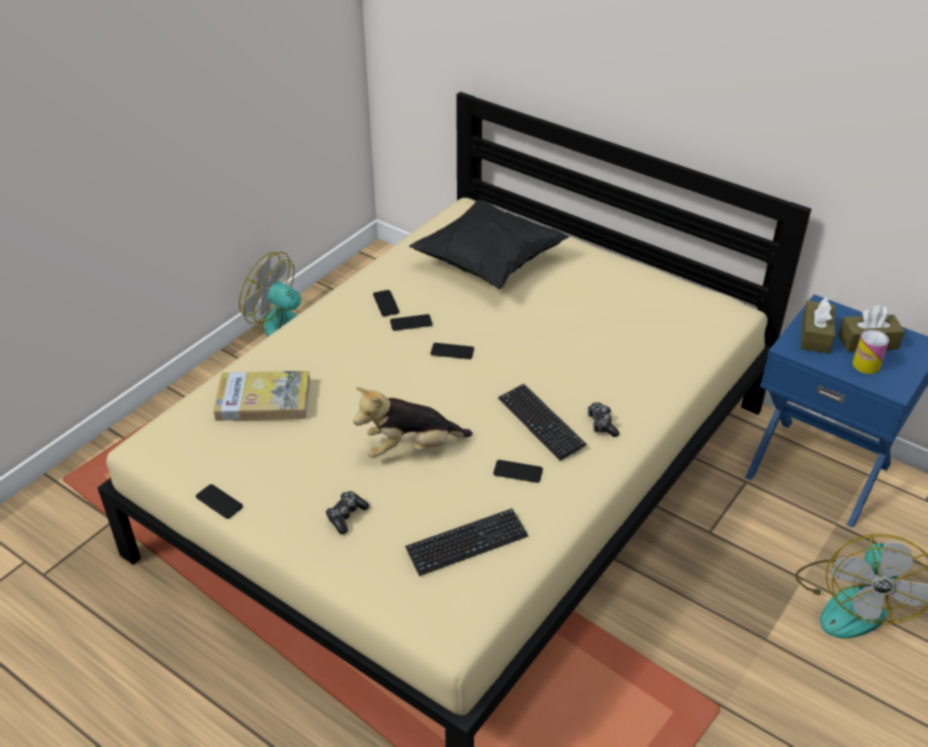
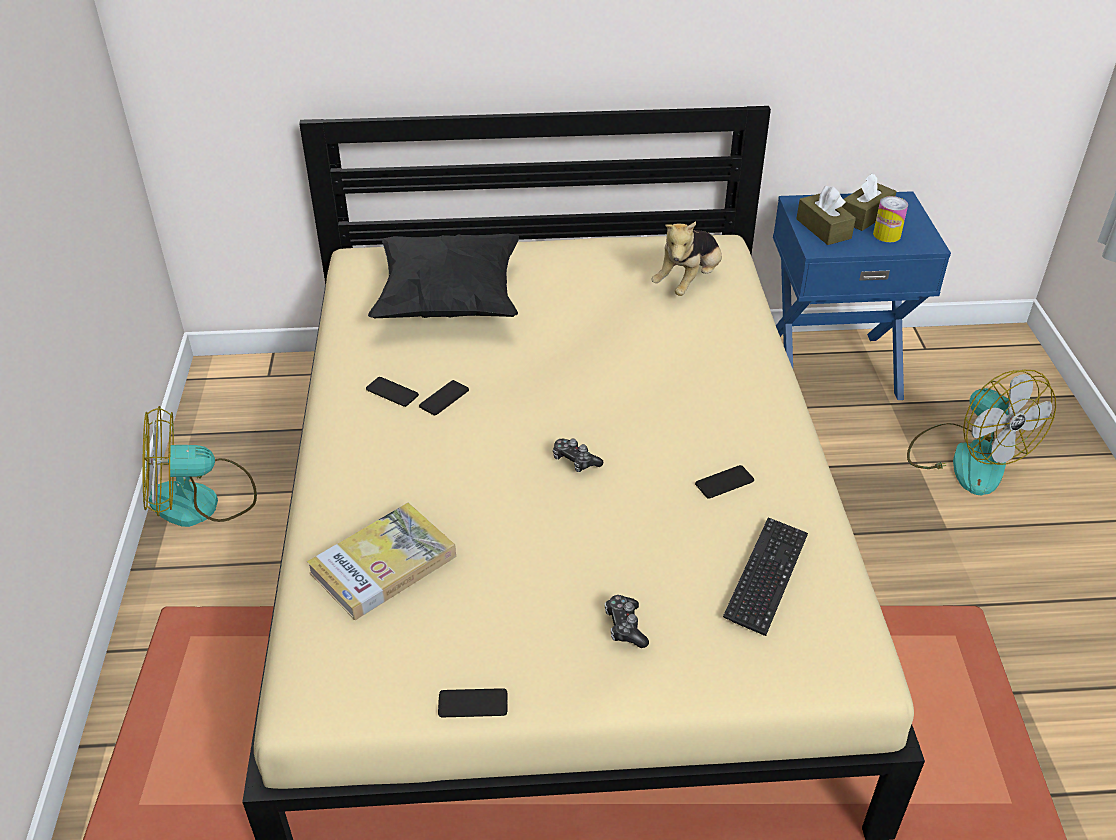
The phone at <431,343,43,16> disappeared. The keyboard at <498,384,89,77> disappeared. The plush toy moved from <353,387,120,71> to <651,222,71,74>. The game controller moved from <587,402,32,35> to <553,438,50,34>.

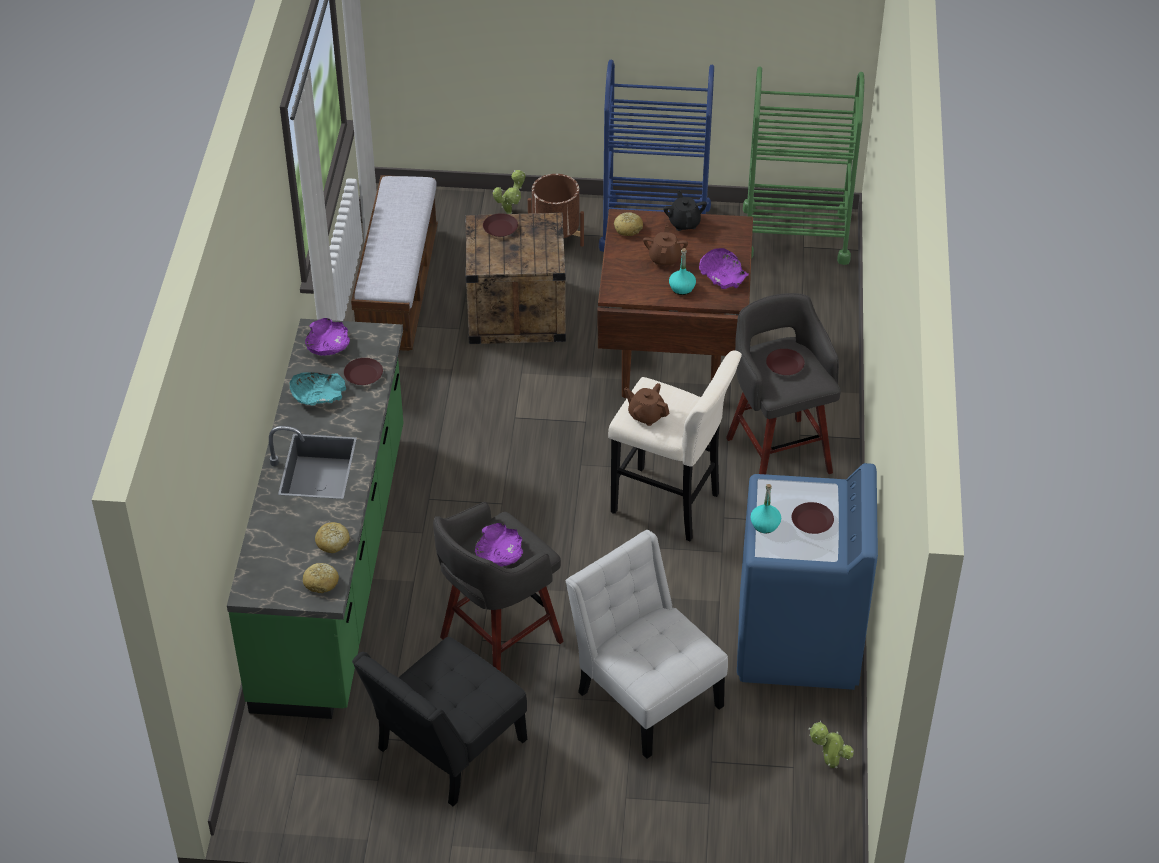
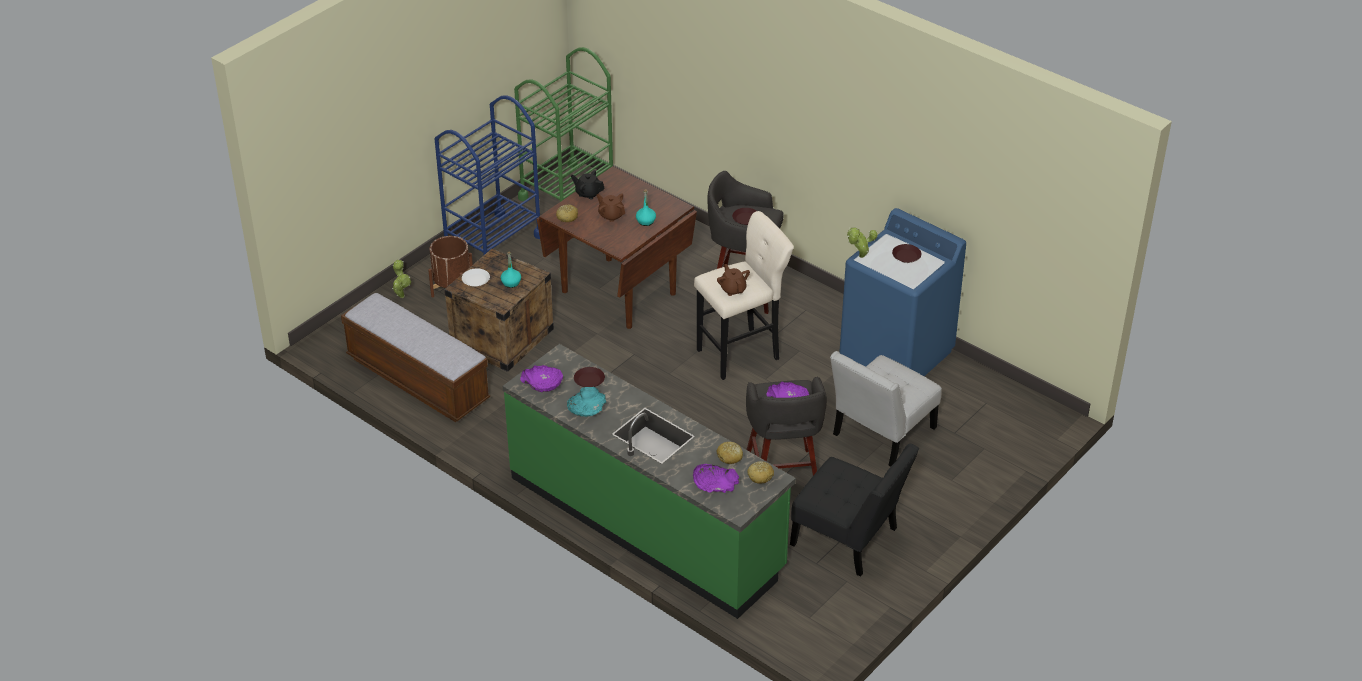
The purple bowl moved from <699,248,50,41> to <693,464,46,29>. The turquoise bottle moved from <750,484,31,50> to <501,252,20,36>. The potted plant moved from <809,721,45,47> to <847,228,30,30>. The brown plate at <483,213,35,24> became the white plate at <462,268,28,19>. The black chair at <352,637,175,169> turned 45 degrees counterclockwise. The white chair at <566,530,162,229> turned 45 degrees counterclockwise. The brown teapot at <624,383,46,43> turned 90 degrees clockwise.

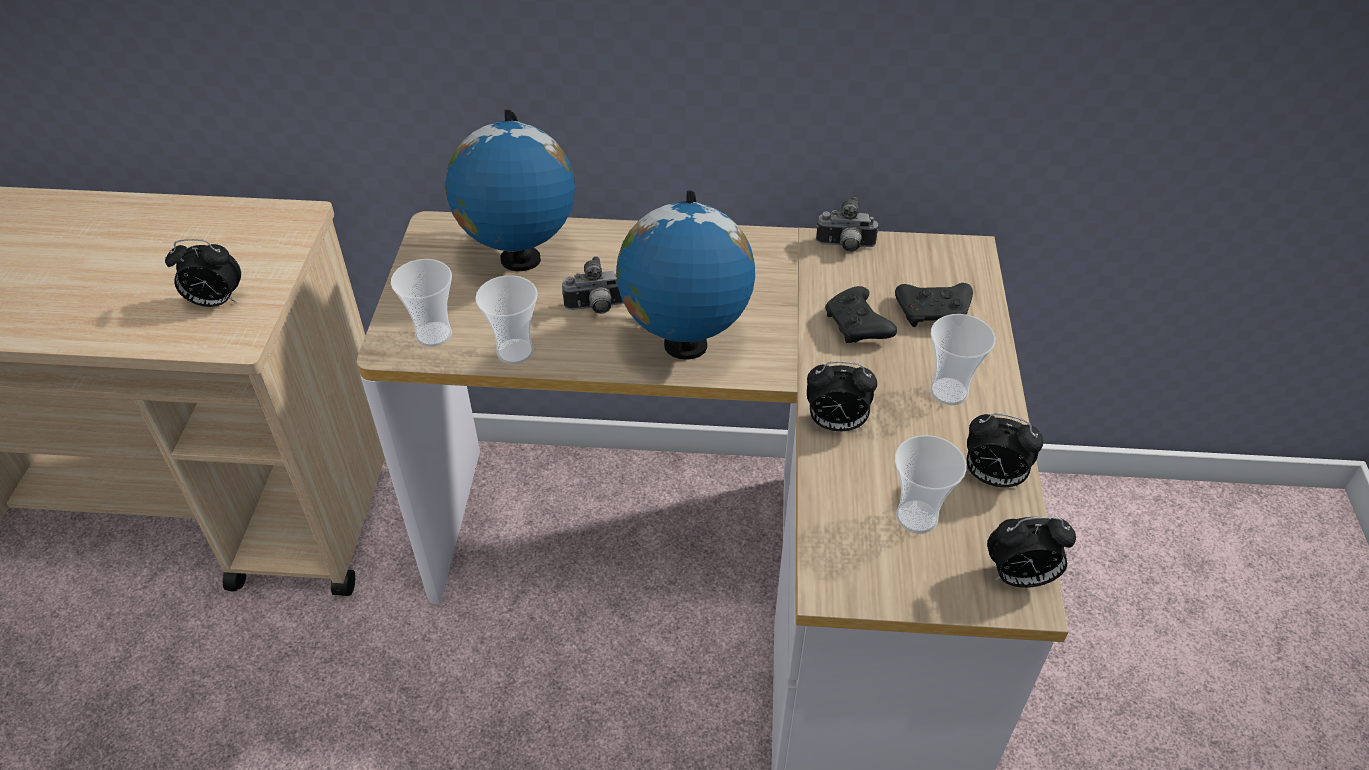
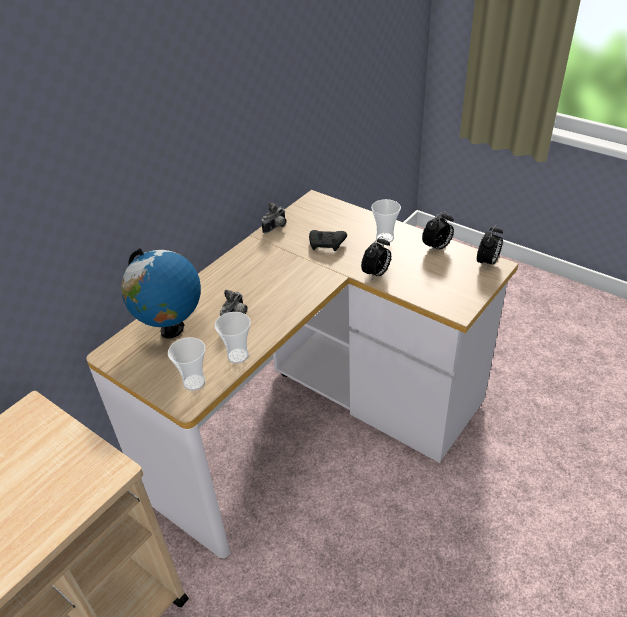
The alarm clock at <165,239,76,68> disappeared. The globe at <616,191,139,169> disappeared. The black game controller at <895,283,78,44> disappeared. The cup at <895,435,72,99> disappeared.

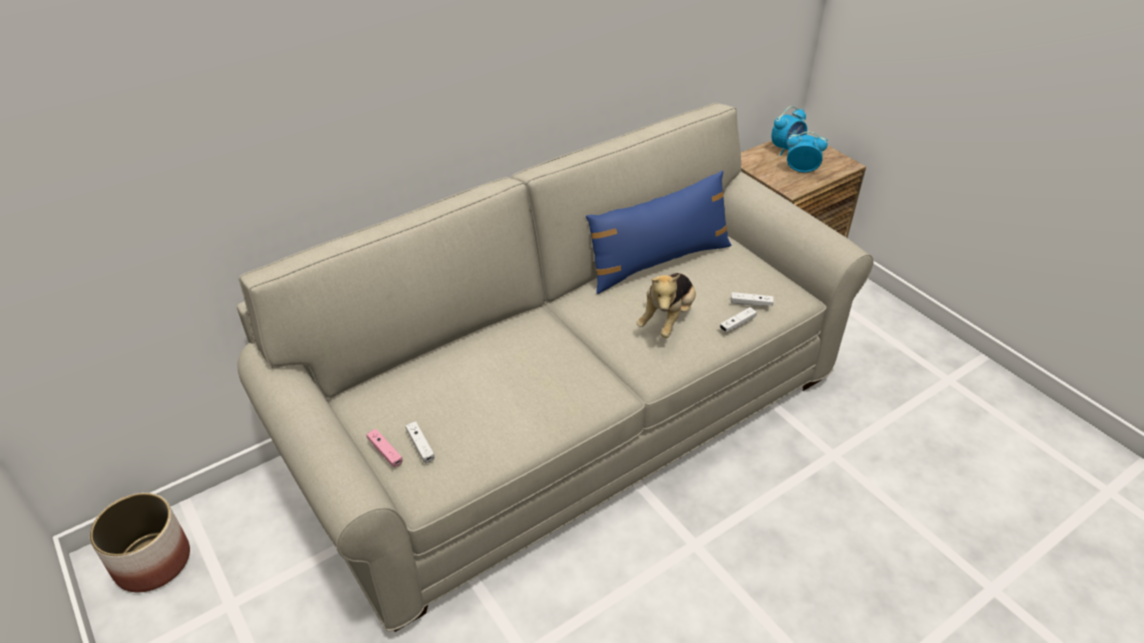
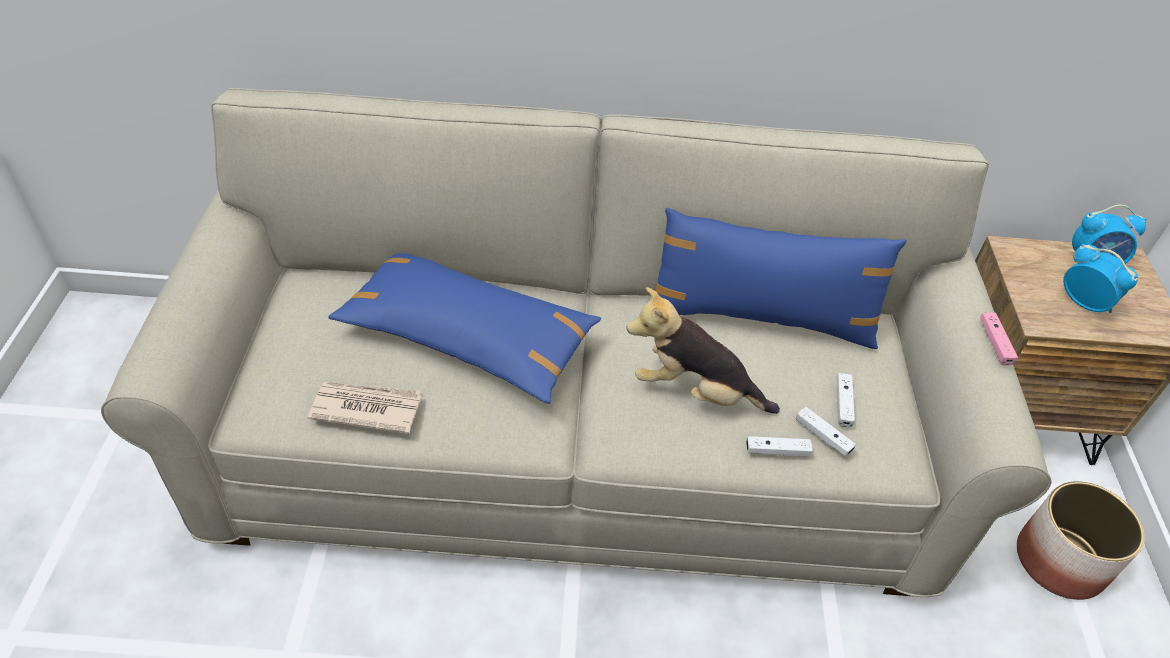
The newspaper at <308,382,114,52> appeared. The blue pillow at <328,253,273,151> appeared. The planter moved from <90,493,100,99> to <1017,481,128,119>. The pink game controller moved from <366,429,37,39> to <980,313,38,52>. The white game controller moved from <406,421,29,42> to <836,373,19,55>. The plush toy at <636,273,60,65> turned 45 degrees clockwise.

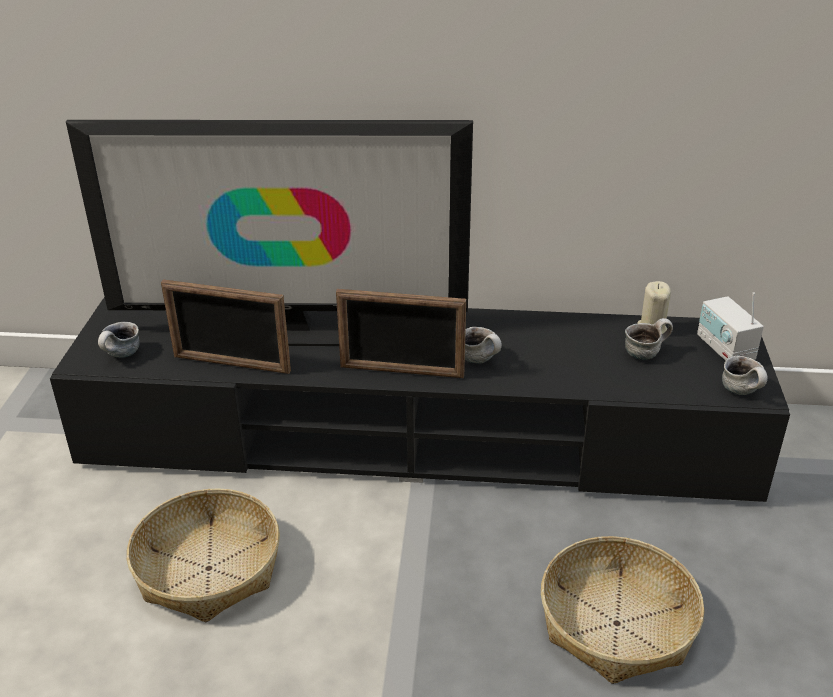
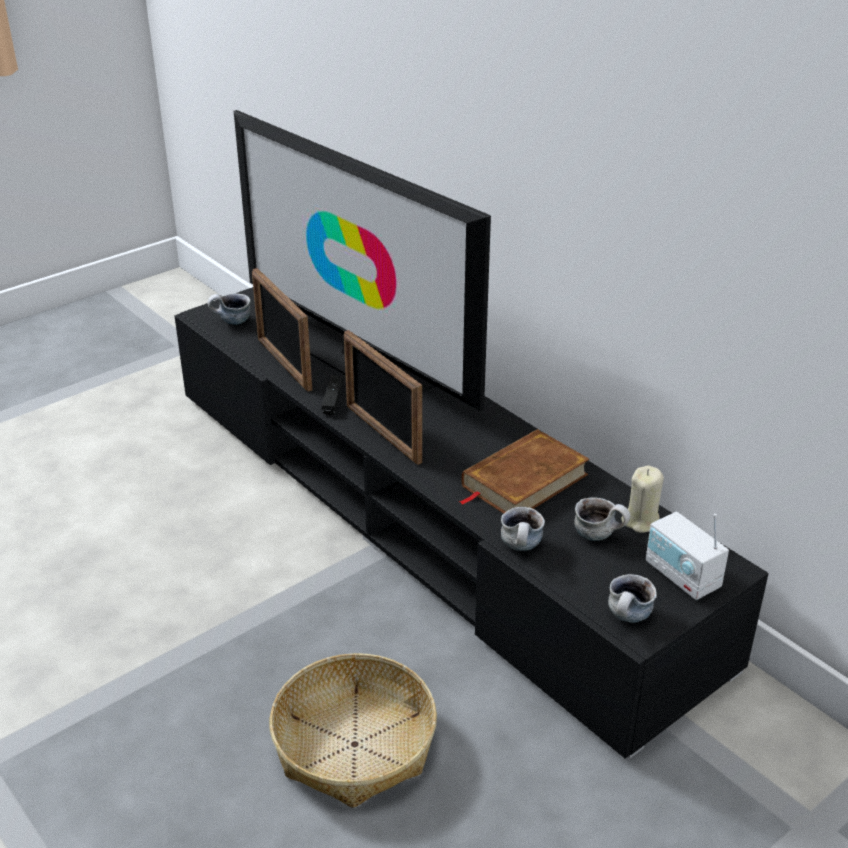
The basket at <127,488,153,134> disappeared. The black game controller at <322,375,22,40> appeared. The brown book at <459,429,131,85> appeared. The mug moved from <465,327,37,37> to <501,507,44,44>. The radio at <697,292,67,69> turned 60 degrees counterclockwise.

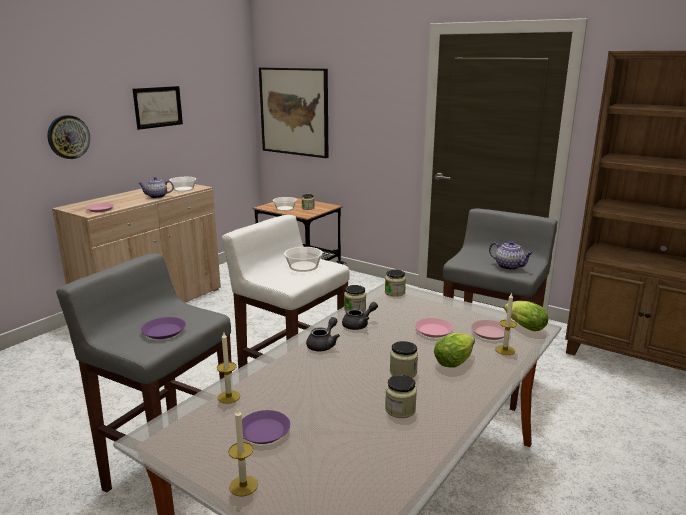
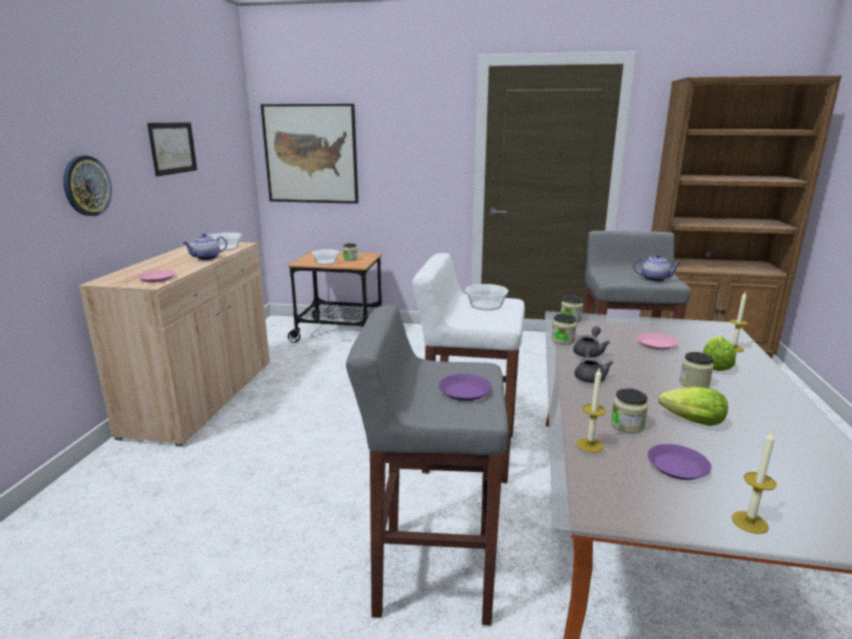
The pink plate at <471,320,40,20> disappeared. The jar moved from <385,375,32,43> to <611,388,37,45>. The lettuce moved from <504,301,44,30> to <658,387,70,39>.

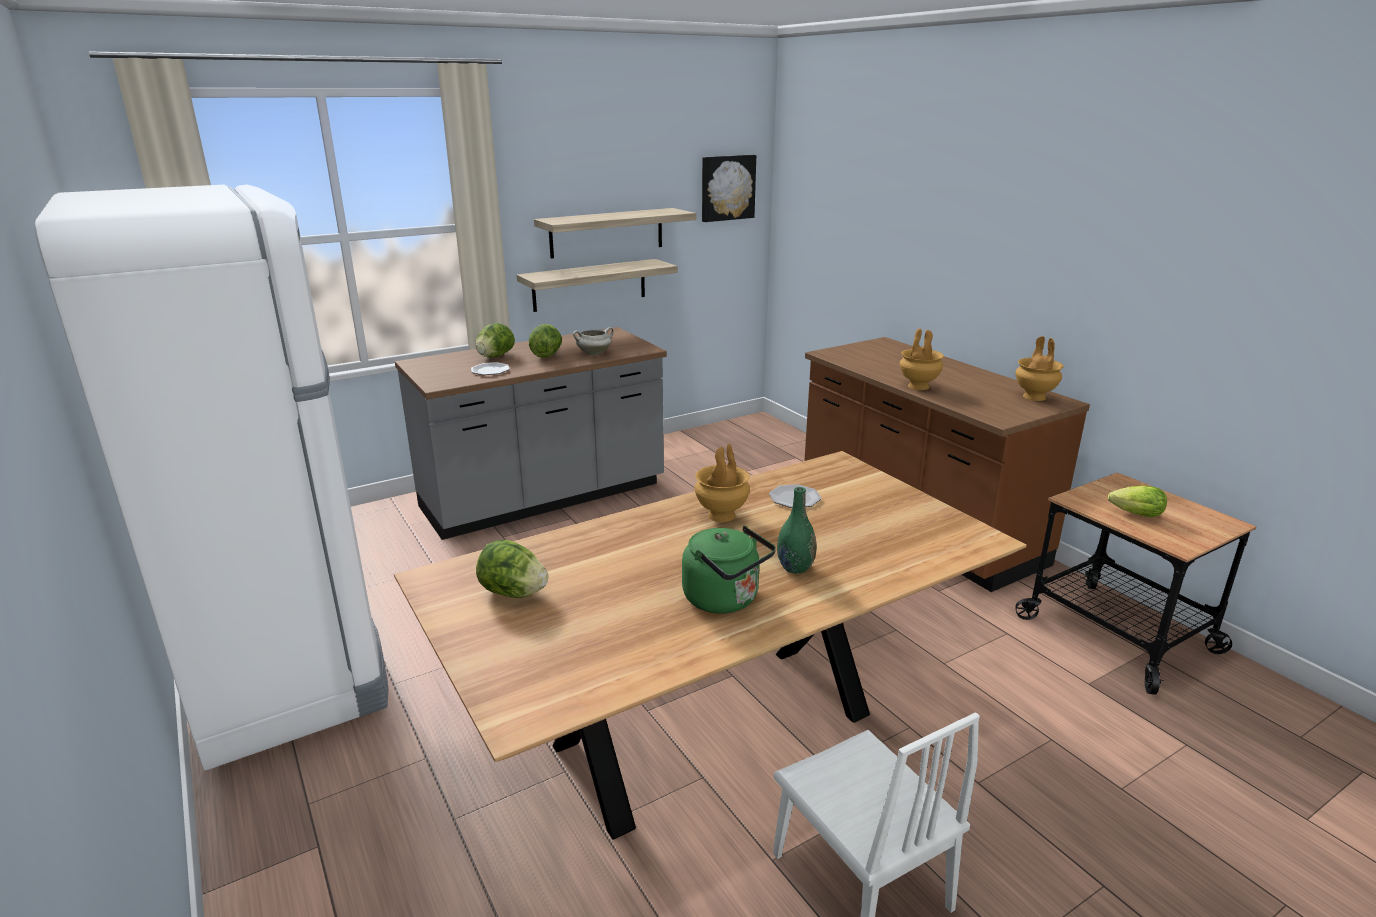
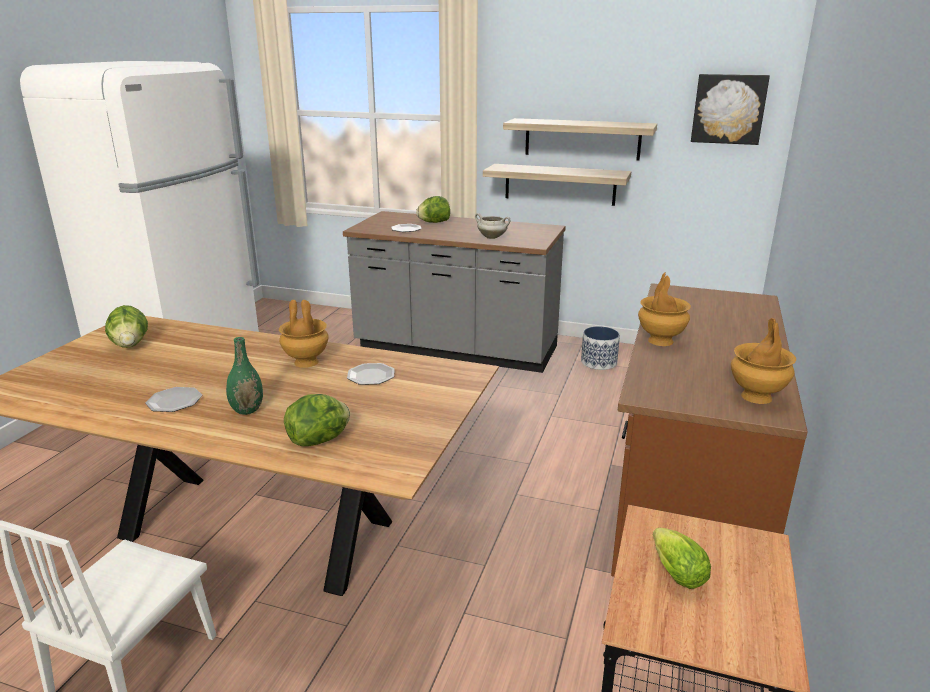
The planter at <581,326,39,44> appeared. The lettuce moved from <529,324,33,34> to <284,394,66,52>. The green kettle at <682,526,94,88> was replaced by the plate at <145,387,57,25>.

